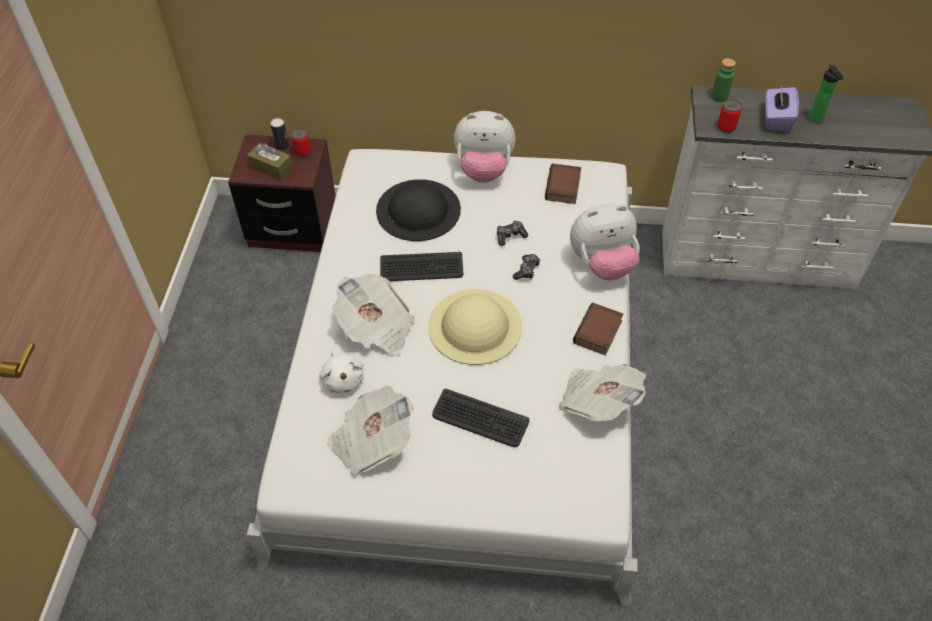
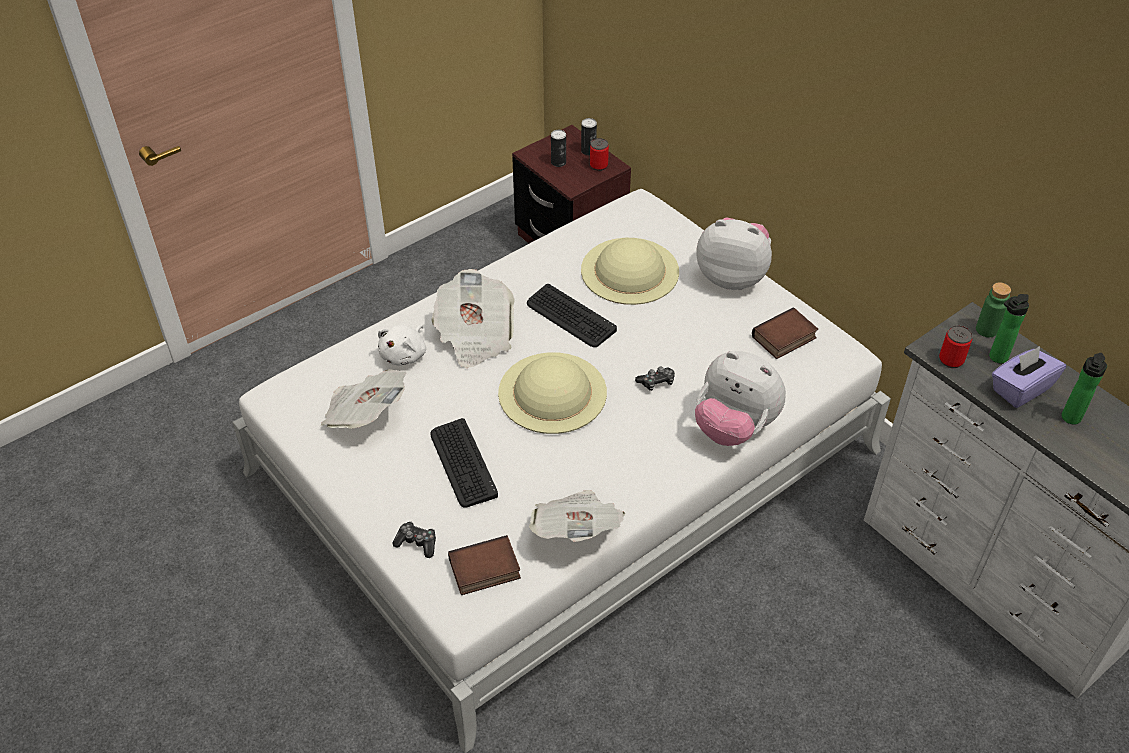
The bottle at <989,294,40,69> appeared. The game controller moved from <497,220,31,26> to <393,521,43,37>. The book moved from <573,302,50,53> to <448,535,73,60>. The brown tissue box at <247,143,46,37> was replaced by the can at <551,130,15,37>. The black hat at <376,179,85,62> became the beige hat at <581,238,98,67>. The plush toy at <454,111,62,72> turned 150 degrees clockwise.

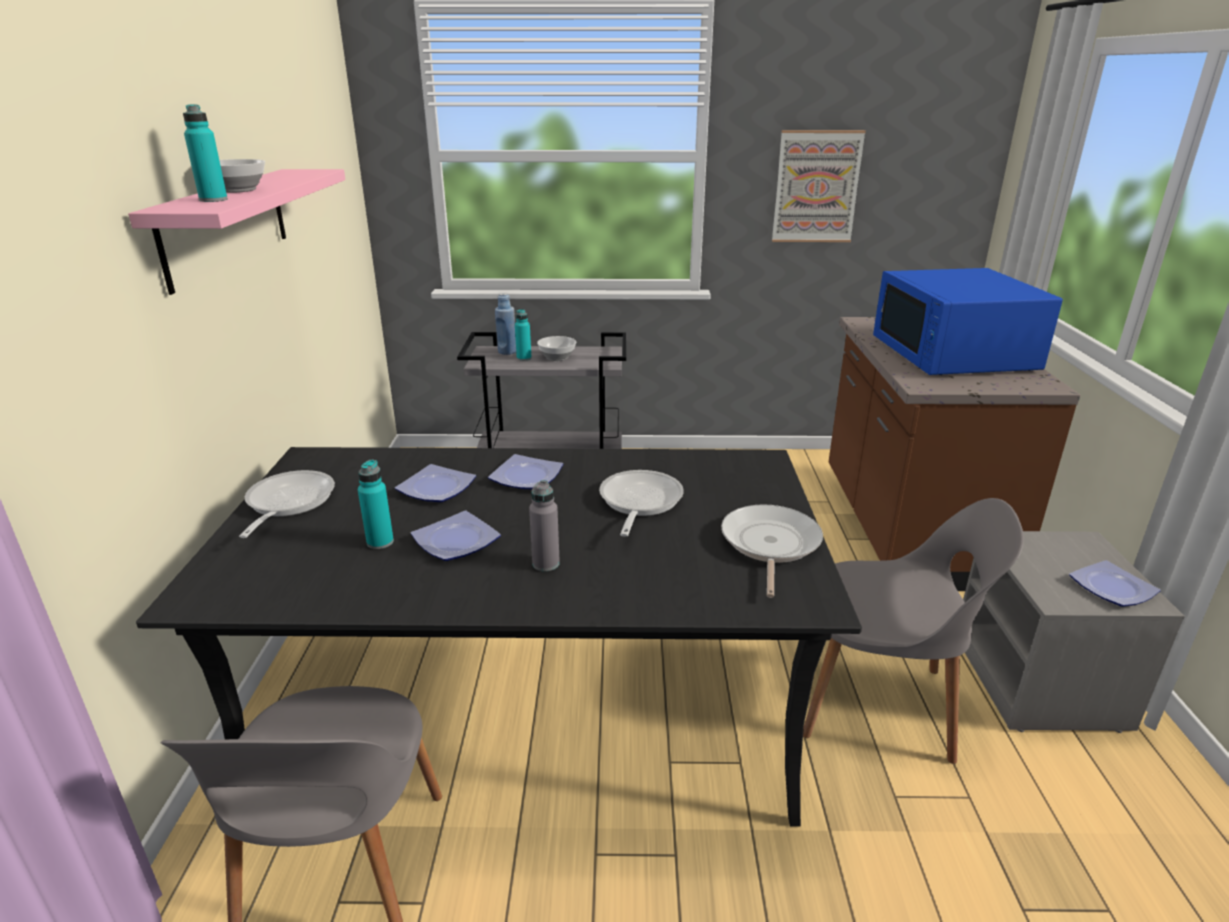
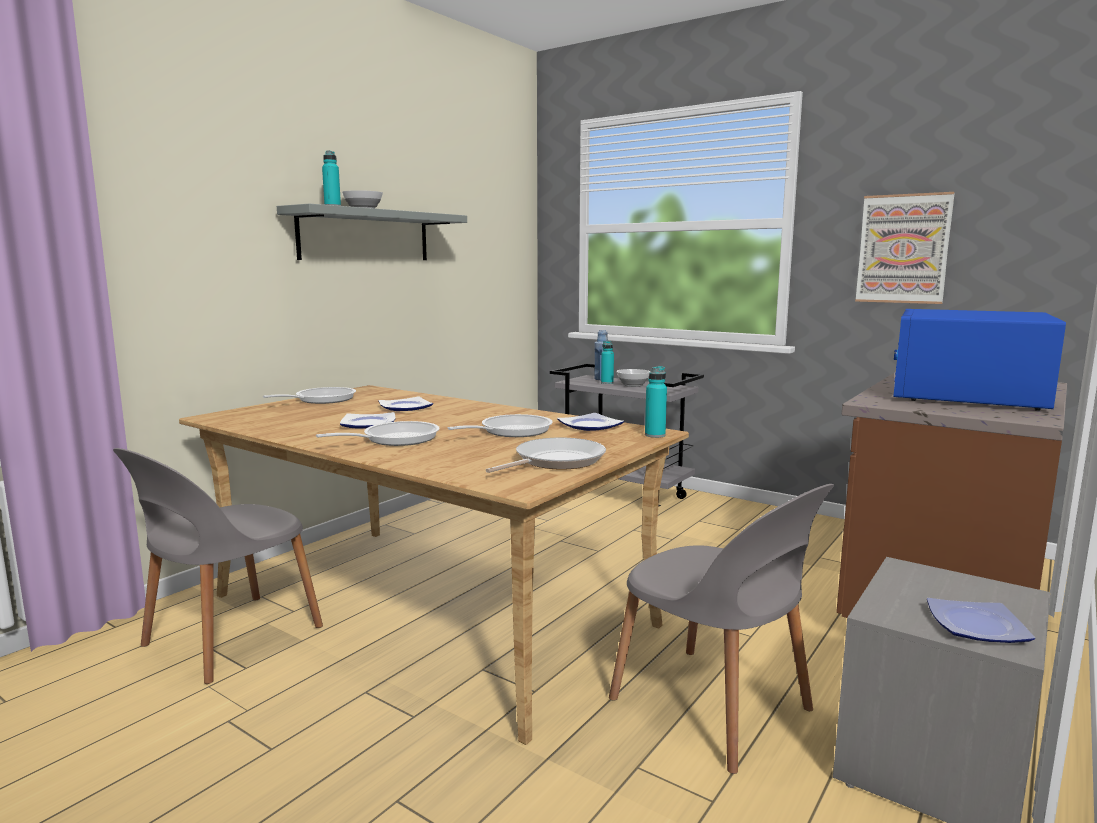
The turquoise bottle moved from <358,460,36,89> to <645,366,22,72>. The plate moved from <488,454,75,35> to <557,413,67,18>. The grey bottle at <529,480,31,91> was replaced by the frying pan at <316,421,124,25>. The pink shelf at <128,169,218,126> became the grey shelf at <277,203,190,57>. The black dining table at <136,447,726,380> became the beige dining table at <179,385,510,360>.

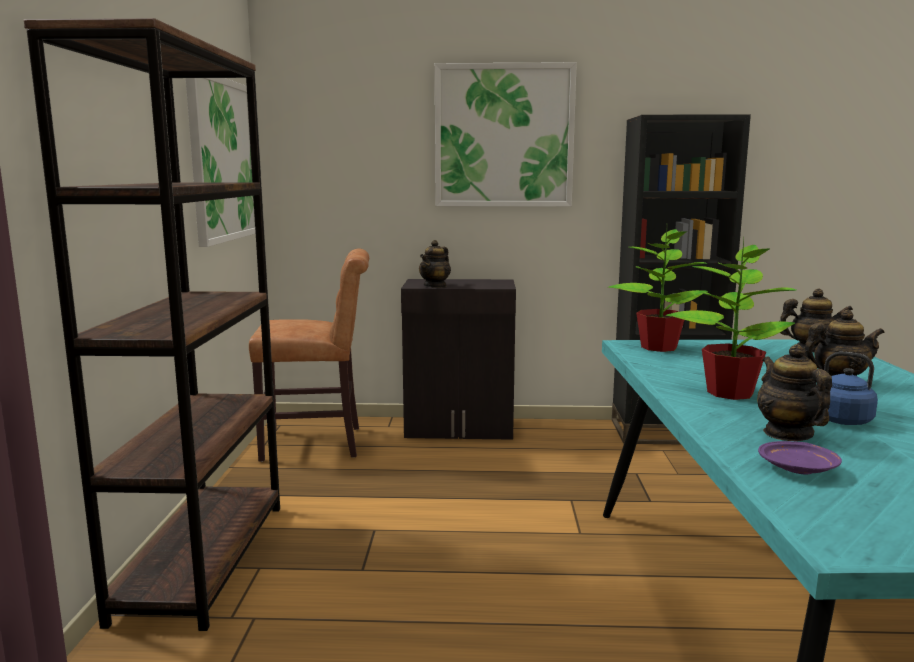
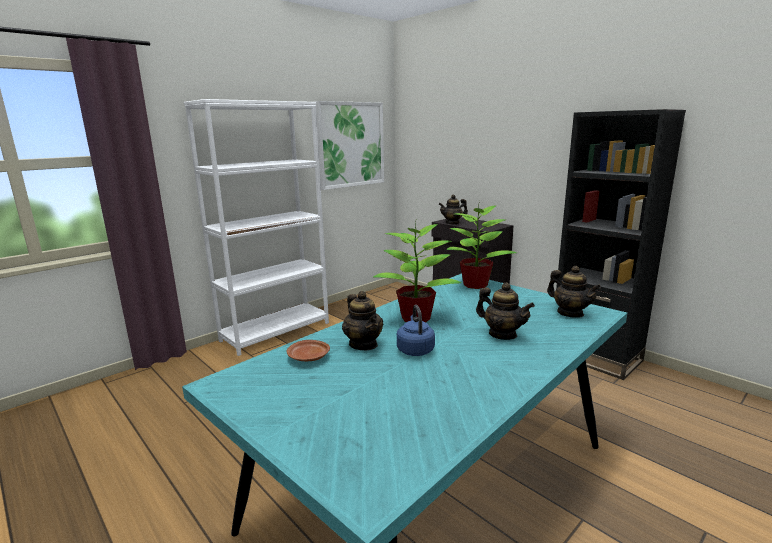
The brown chair at <249,248,120,214> disappeared. The picture at <435,62,142,145> disappeared. The brown bookcase at <24,18,256,613> became the white bookcase at <184,99,145,257>. The purple plate at <758,441,84,34> became the brown plate at <287,340,43,21>. The teapot at <757,344,75,97> turned 120 degrees clockwise.

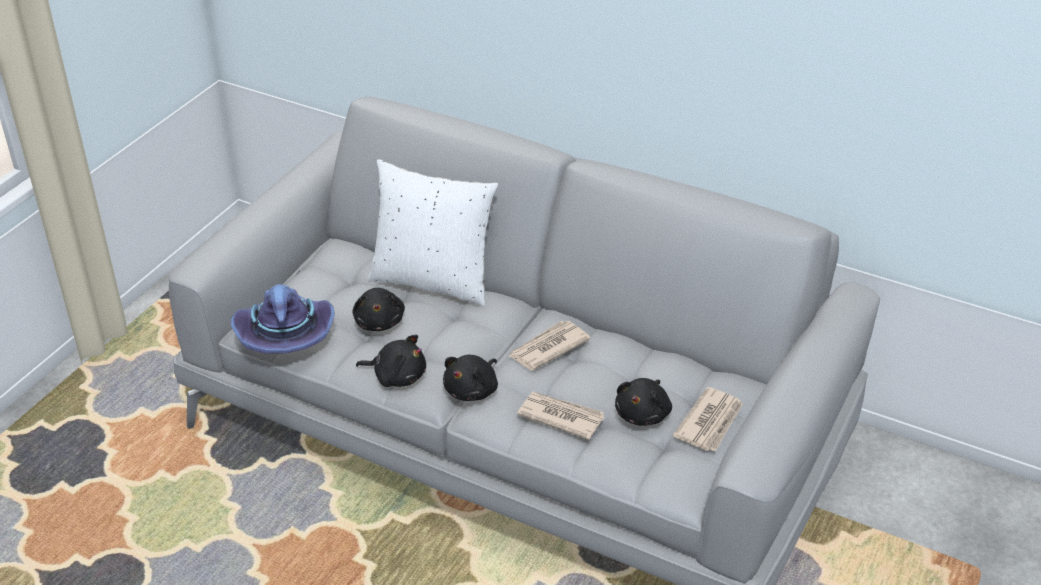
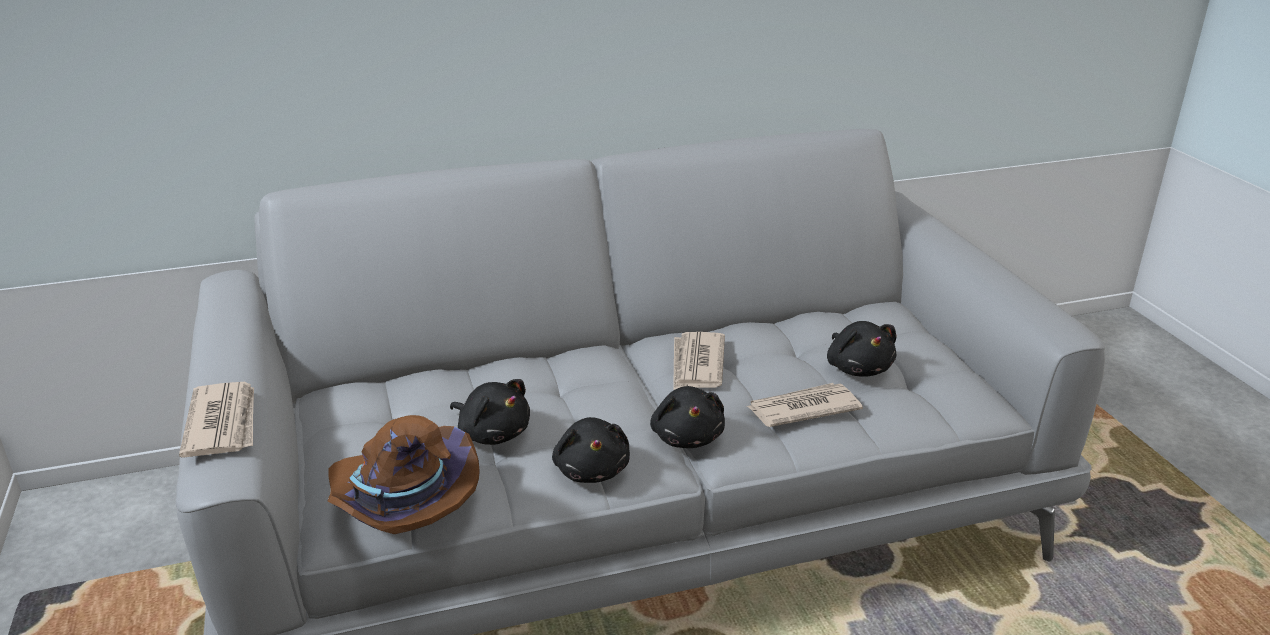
The white pillow at <367,159,131,148> disappeared. The newspaper moved from <673,387,70,64> to <179,382,75,76>. The purple hat at <231,284,104,70> became the brown hat at <327,415,153,119>. The black plush toy at <356,335,70,52> turned 105 degrees clockwise.

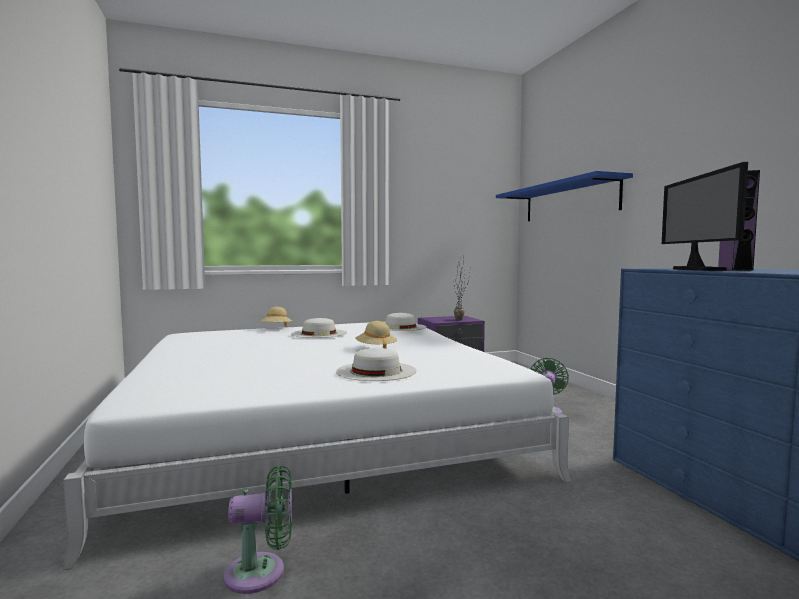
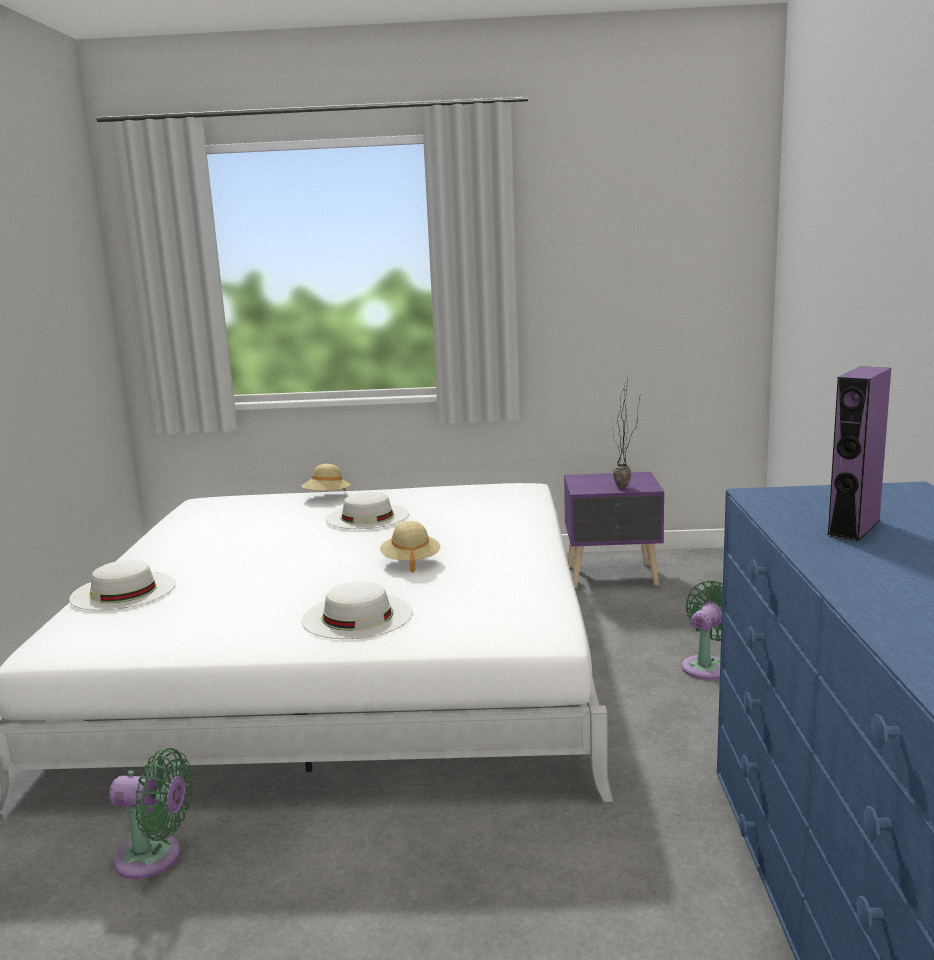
The blue shelf at <496,171,137,50> disappeared. The monitor at <662,162,86,109> disappeared. The white hat moved from <385,313,41,18> to <69,560,107,51>.

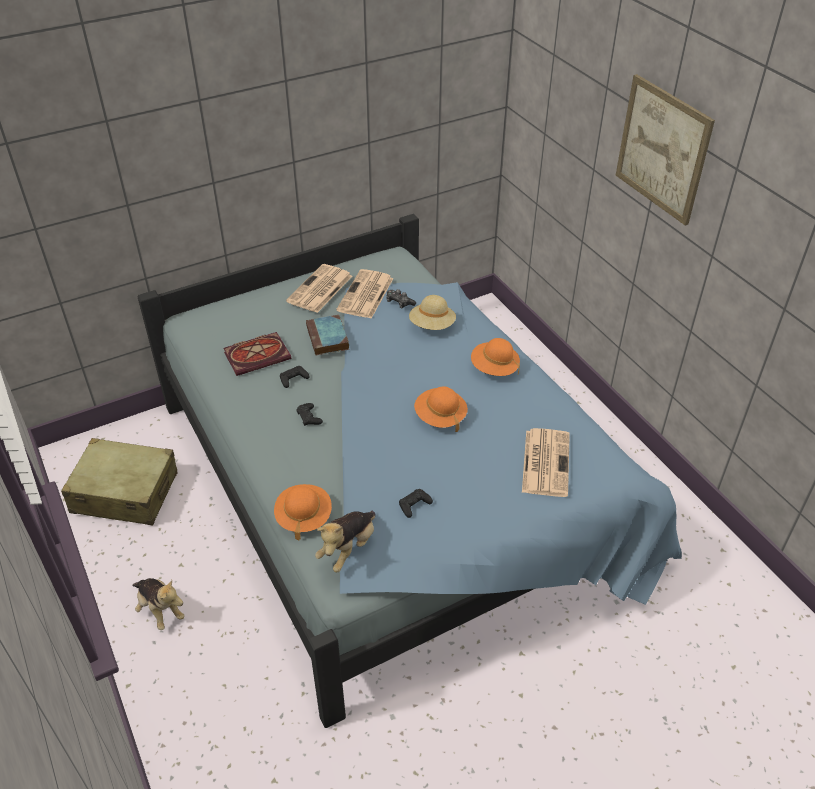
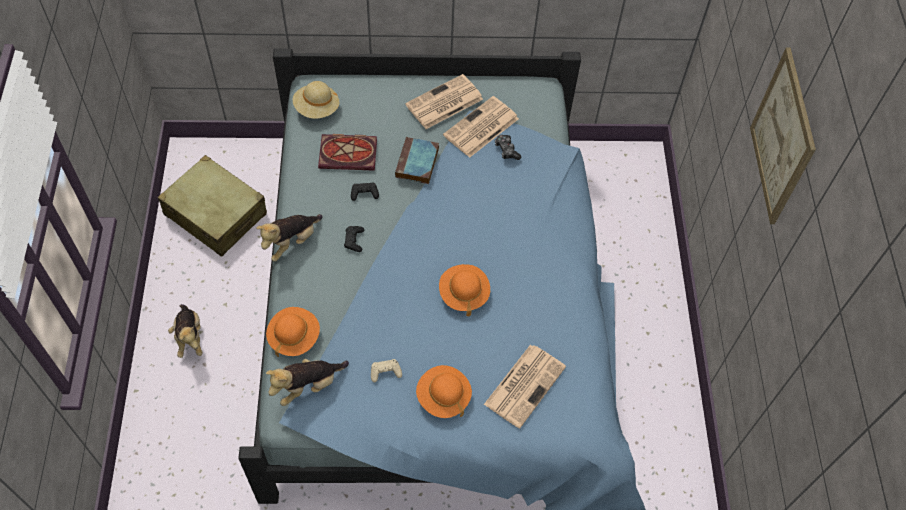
The plush toy at <256,214,66,47> appeared. The beige hat moved from <409,295,47,35> to <293,81,46,38>. The orange hat moved from <471,338,49,38> to <416,365,56,53>. The black game controller at <399,489,34,29> became the beige game controller at <371,359,31,23>.

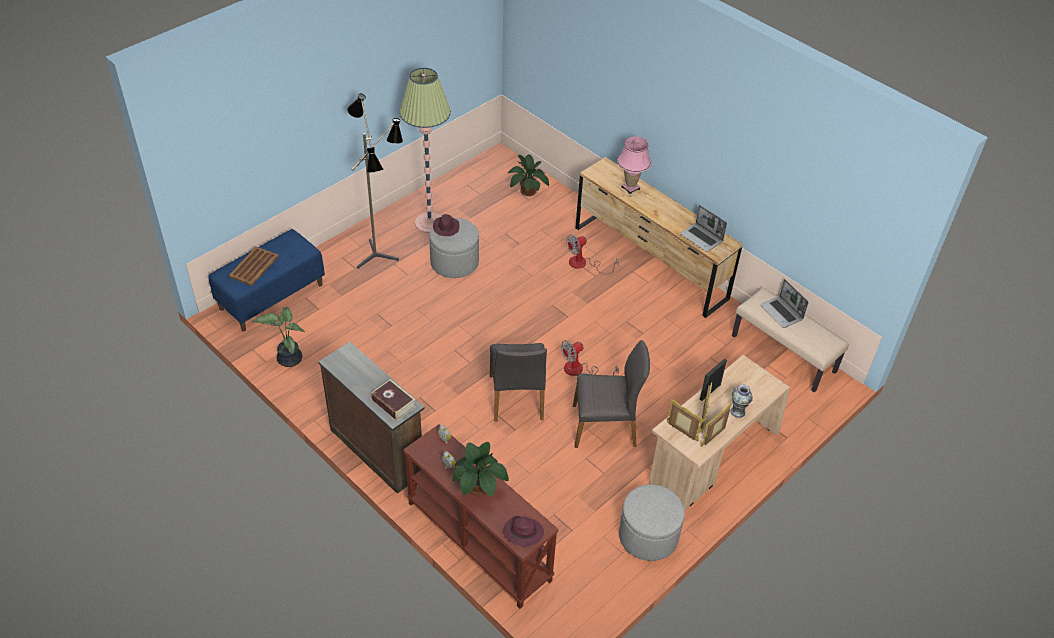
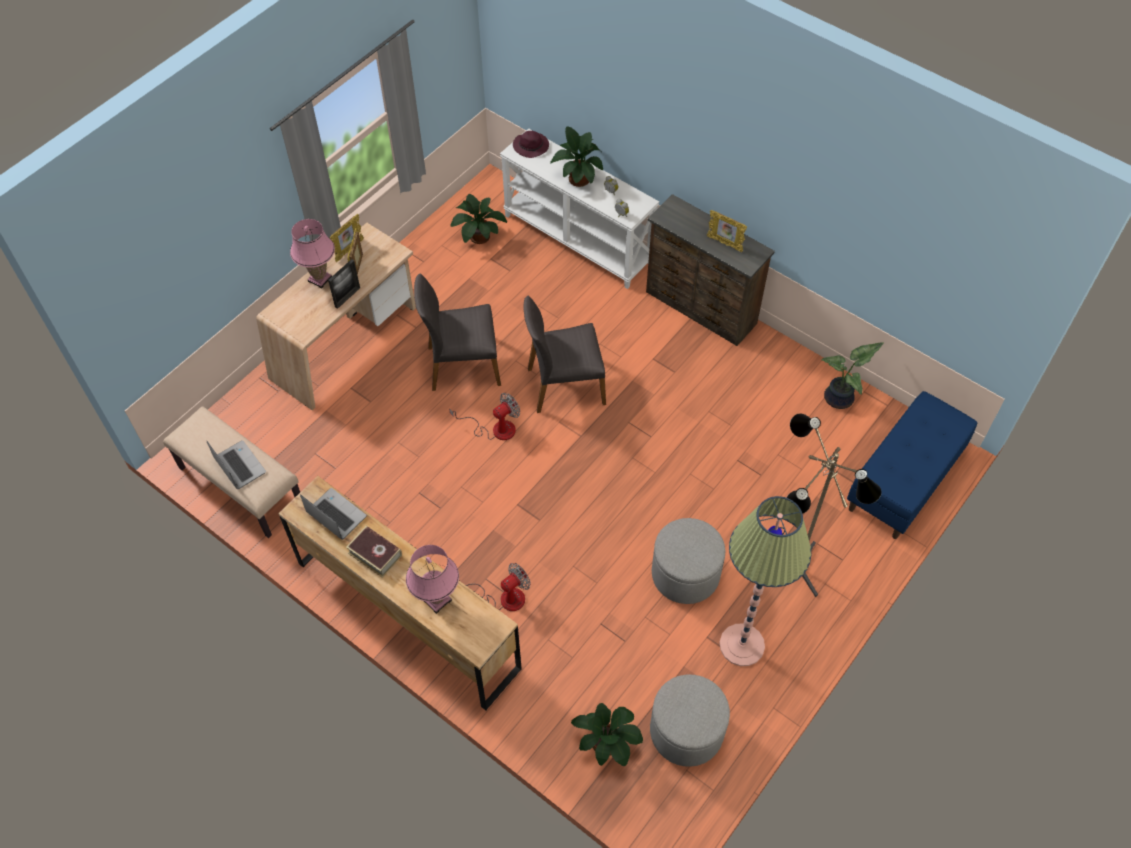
The brown tray at <229,247,50,39> disappeared. The purple hat at <433,214,26,22> disappeared. The potted plant at <450,194,57,50> appeared. The book moved from <371,379,45,42> to <346,526,56,51>. The grey ottoman moved from <619,484,66,77> to <650,674,80,93>. The picture frame moved from <667,400,37,42> to <707,210,40,42>. The vase at <731,385,22,33> was replaced by the pink table lamp at <290,219,45,70>. The brown console table at <403,424,156,185> became the white console table at <500,128,159,161>. The grey chair at <490,343,57,78> turned 90 degrees counterclockwise.

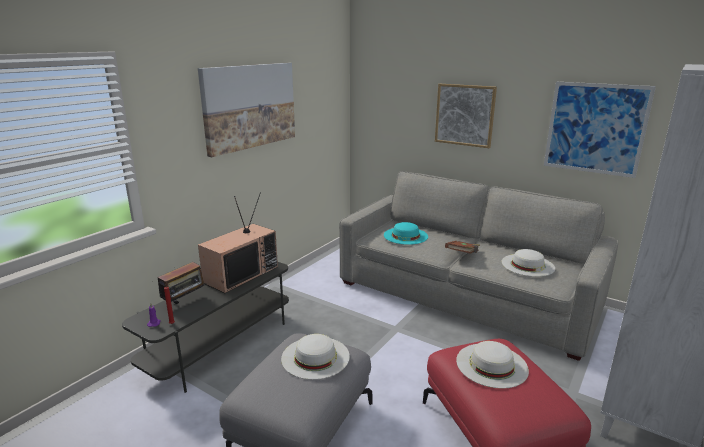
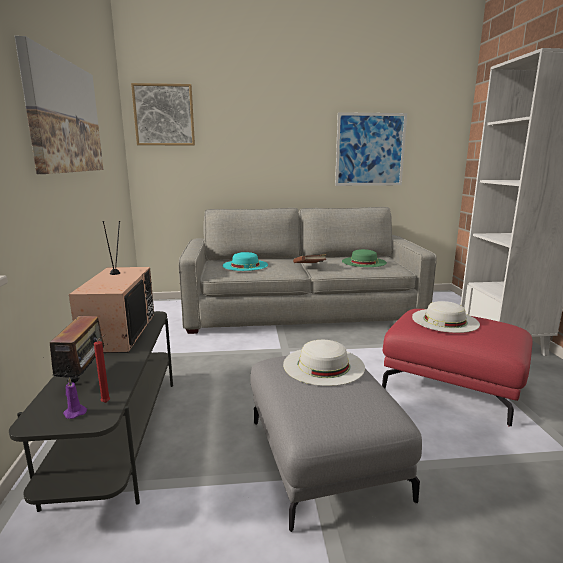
The picture moved from <435,84,62,64> to <131,83,64,62>. The white hat at <502,249,53,28> became the green hat at <342,249,45,18>.

